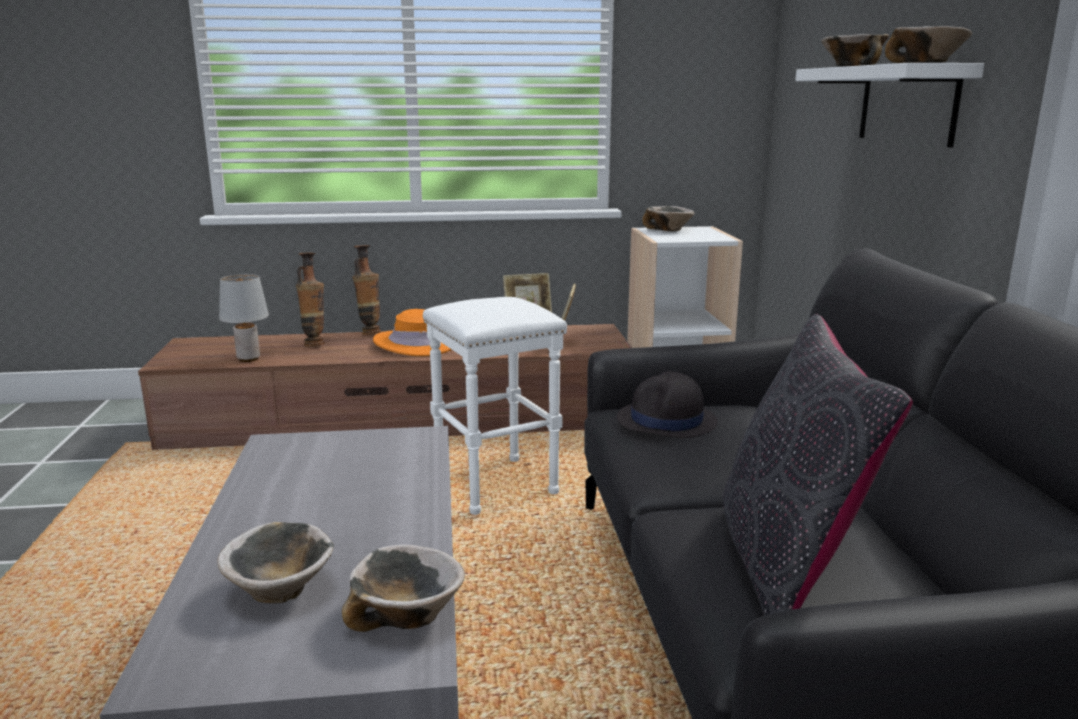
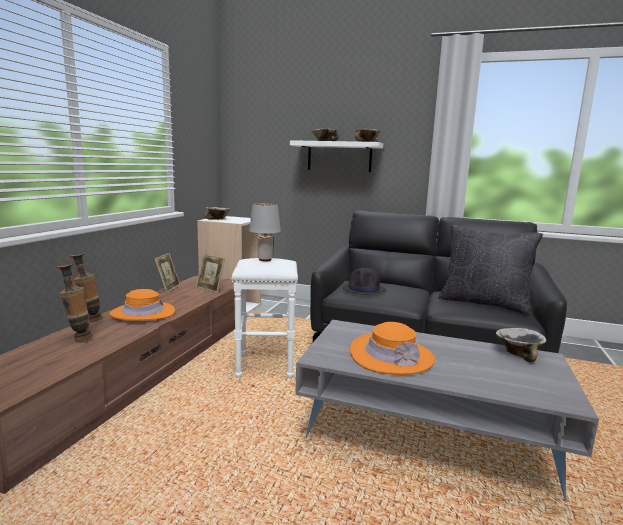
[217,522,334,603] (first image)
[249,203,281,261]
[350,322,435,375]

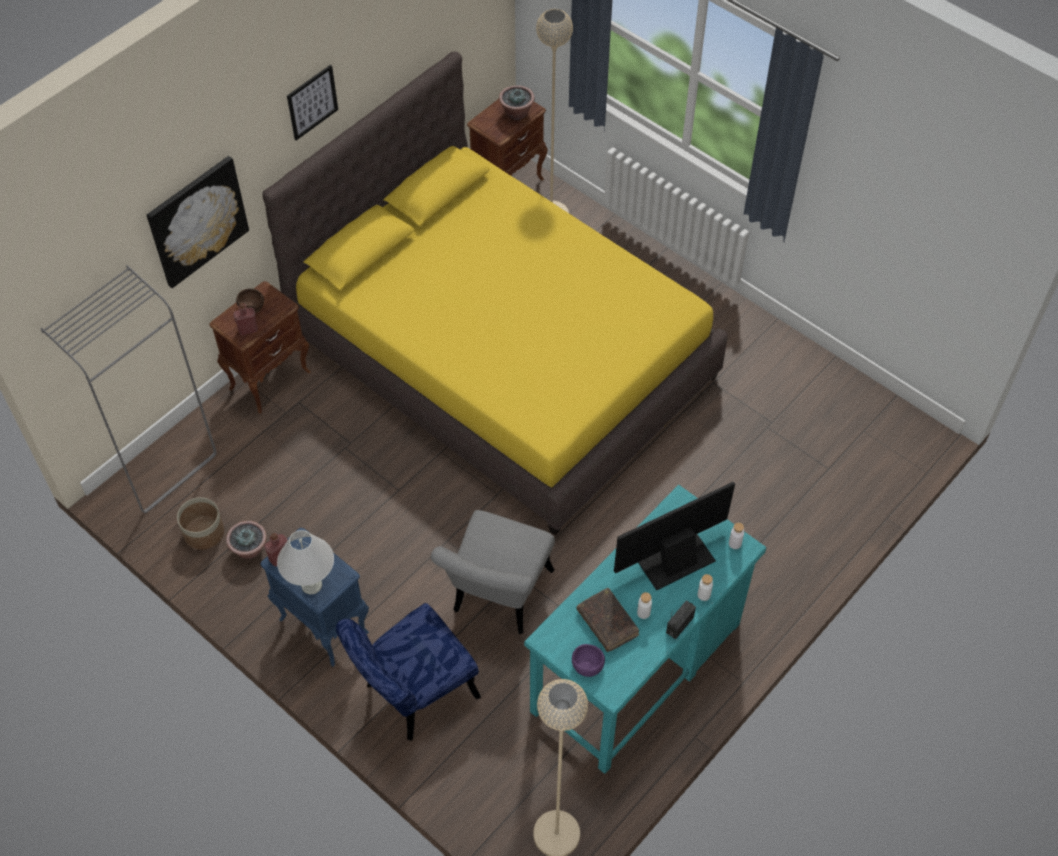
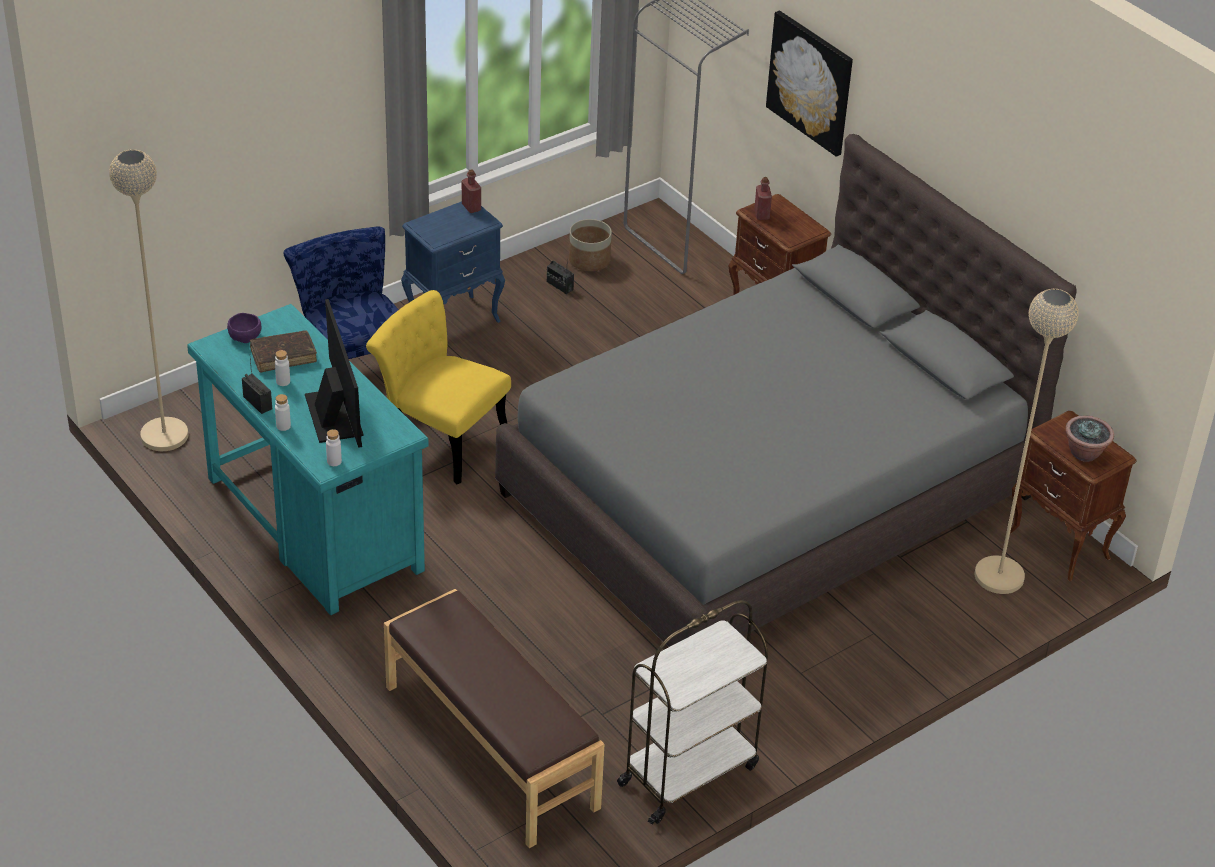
[547,261,574,294]
[236,289,264,313] (first image)
[495,134,1077,647]
[277,530,334,594] (first image)
[287,65,338,140] (first image)
[366,290,511,484]
[384,589,604,848]
[617,600,768,825]

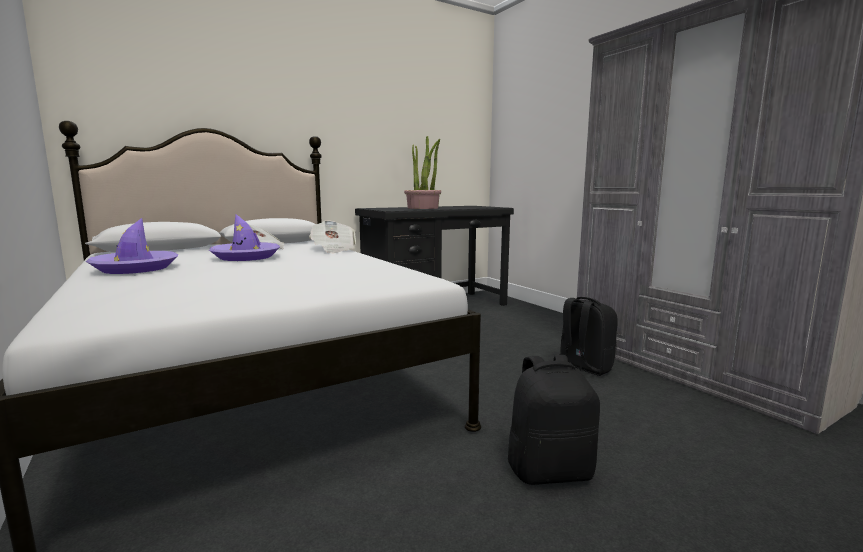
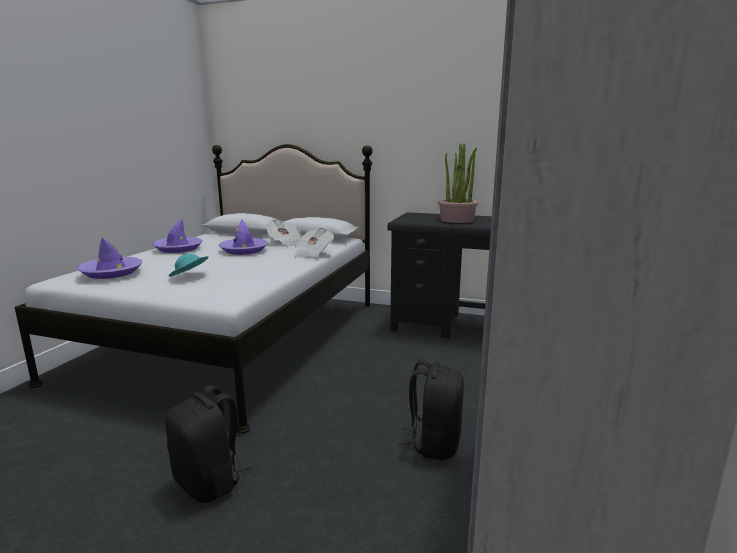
[76,237,143,279]
[169,254,209,277]

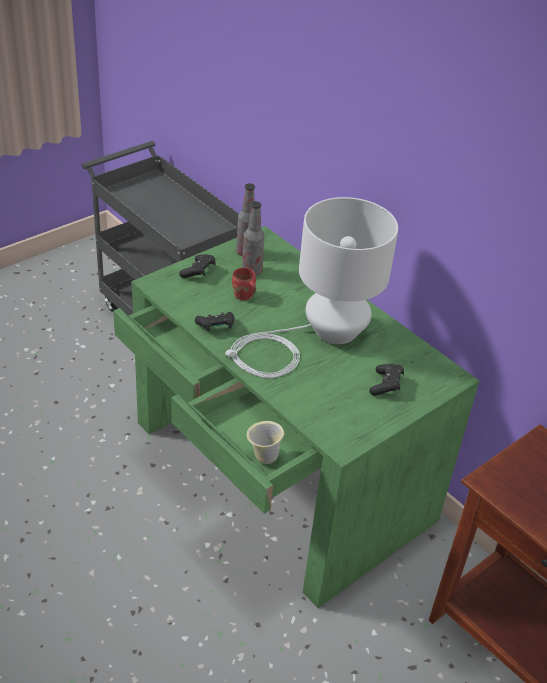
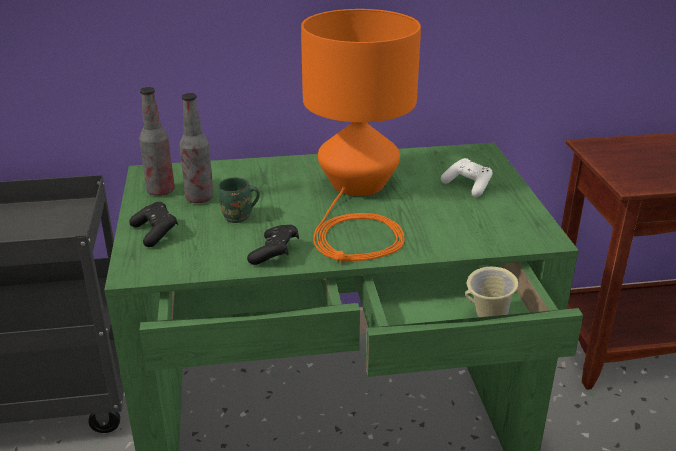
[301,9,421,264]
[218,177,260,223]
[441,158,493,197]

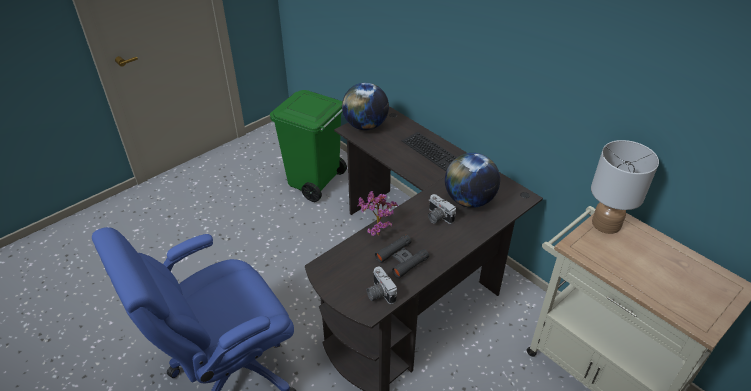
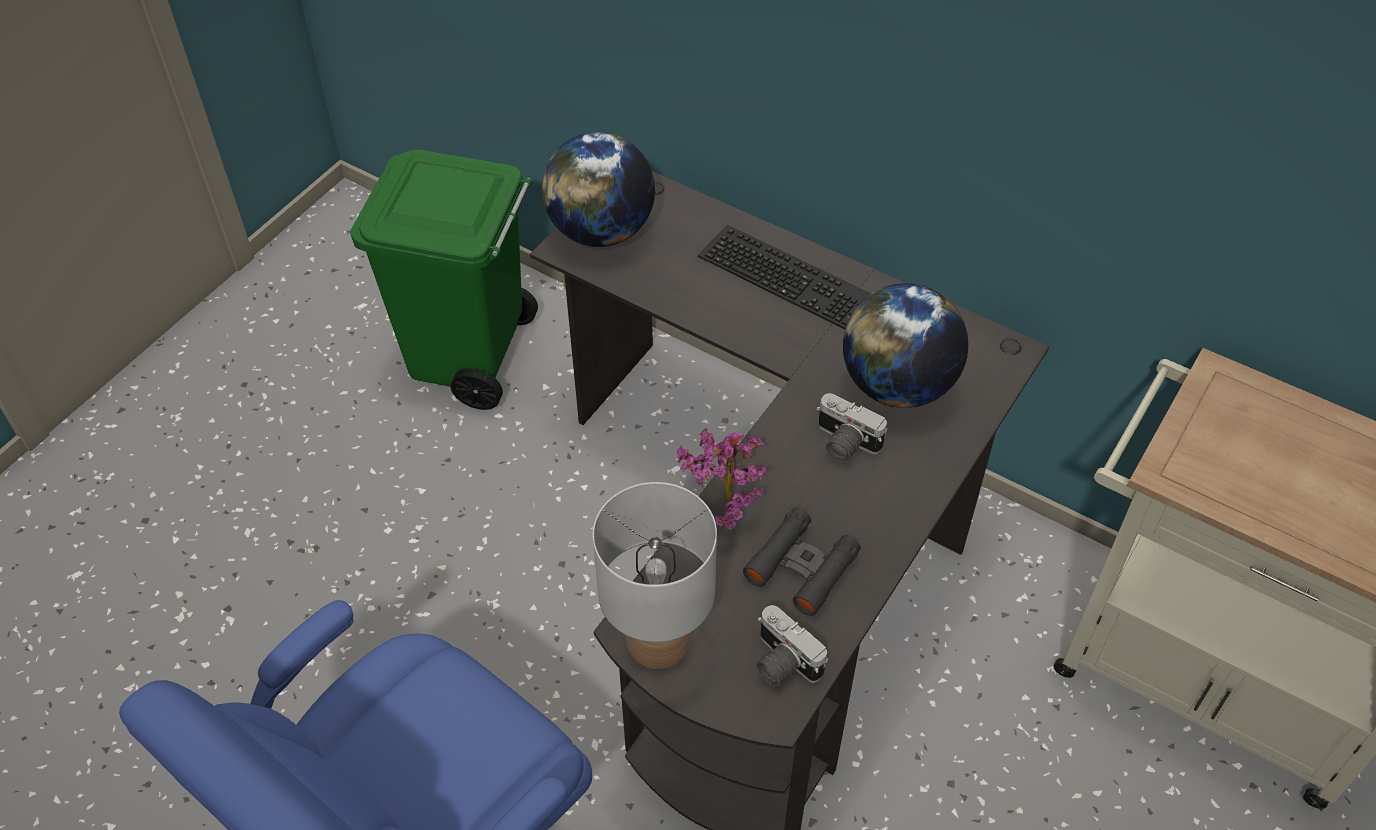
[593,482,717,669]

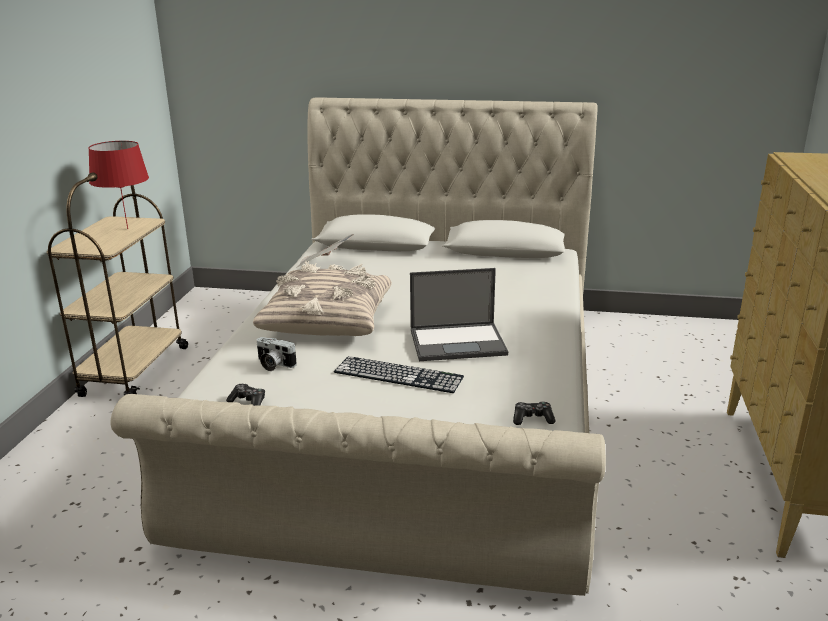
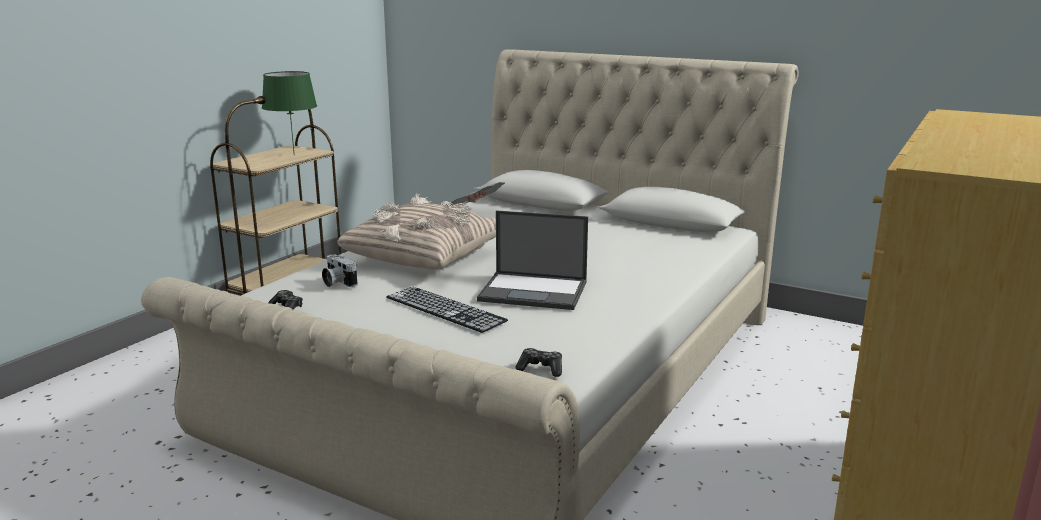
[262,71,317,155]

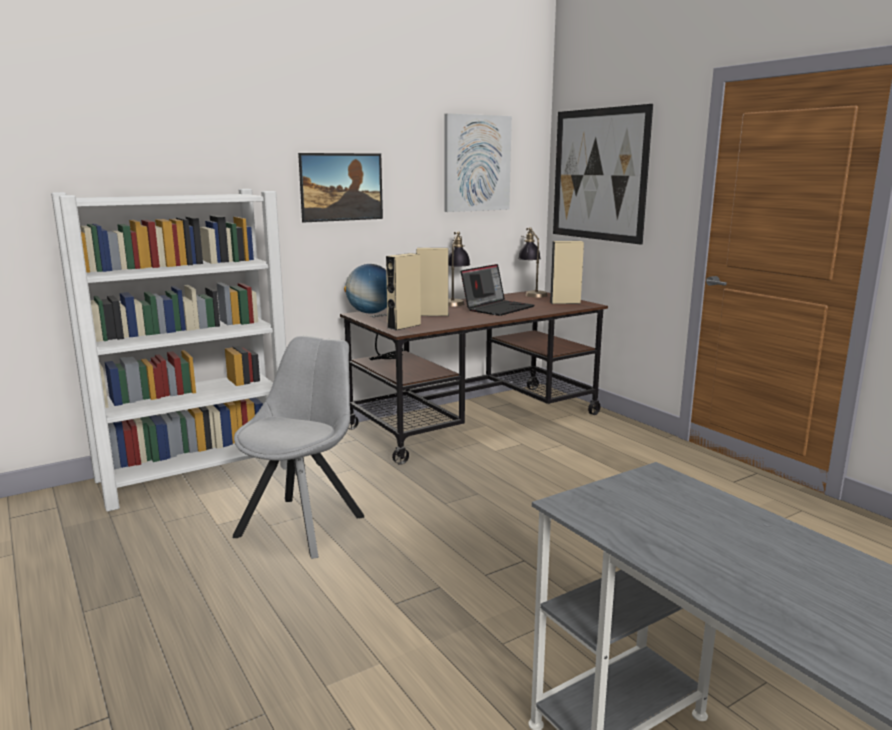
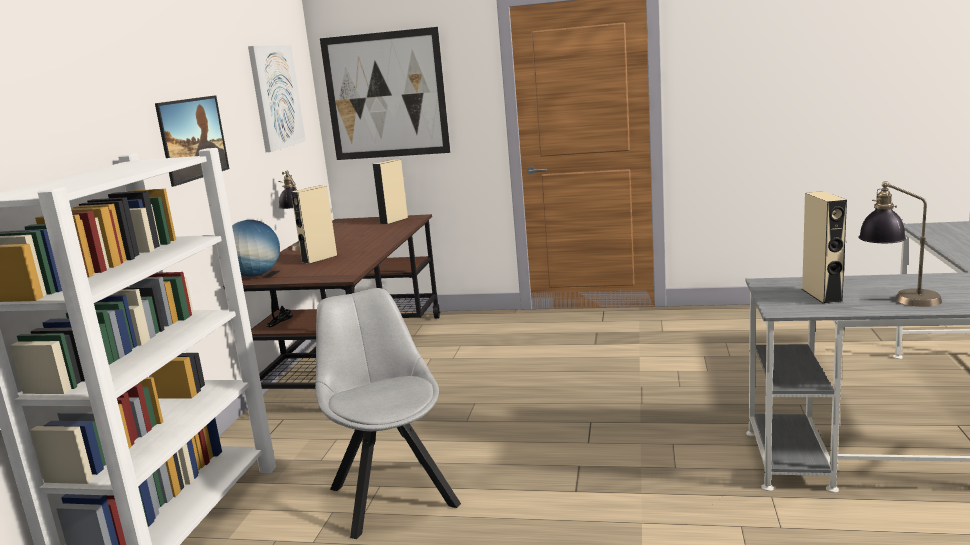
[802,191,847,304]
[461,264,535,316] (first image)
[859,181,942,307]

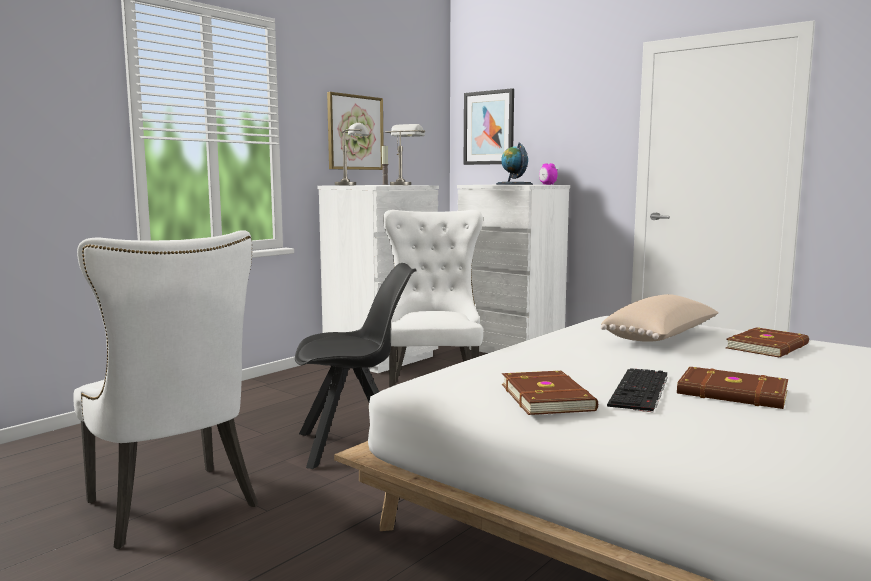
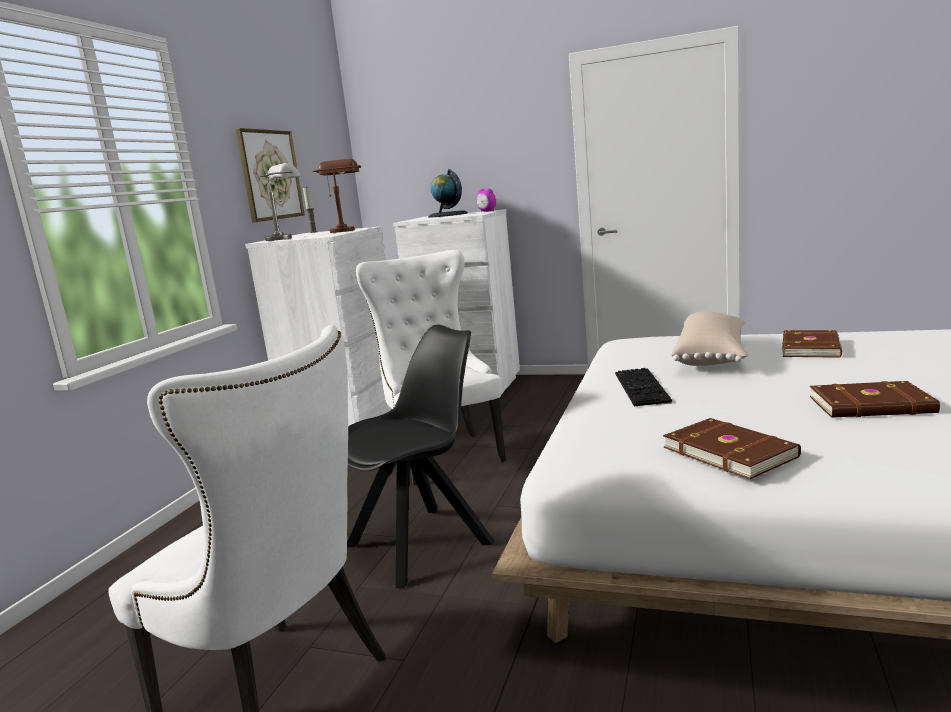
[312,159,361,233]
[464,88,514,165] (first image)
[615,368,672,407]

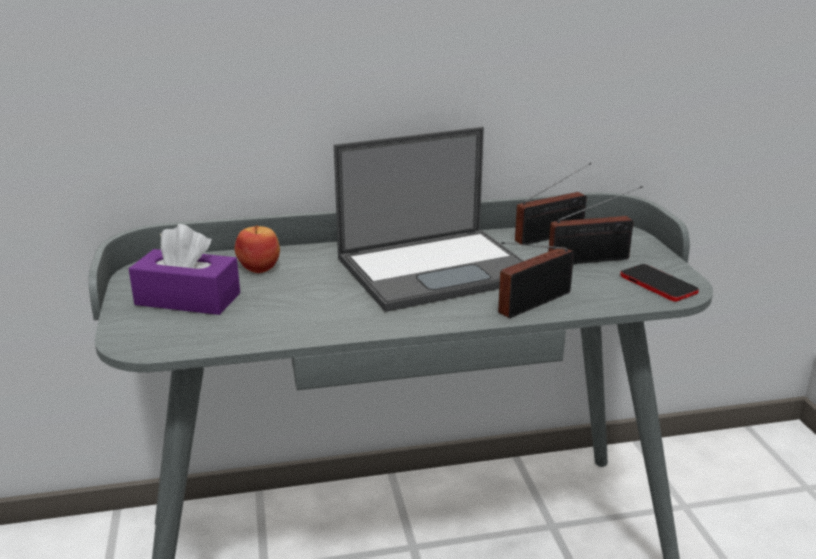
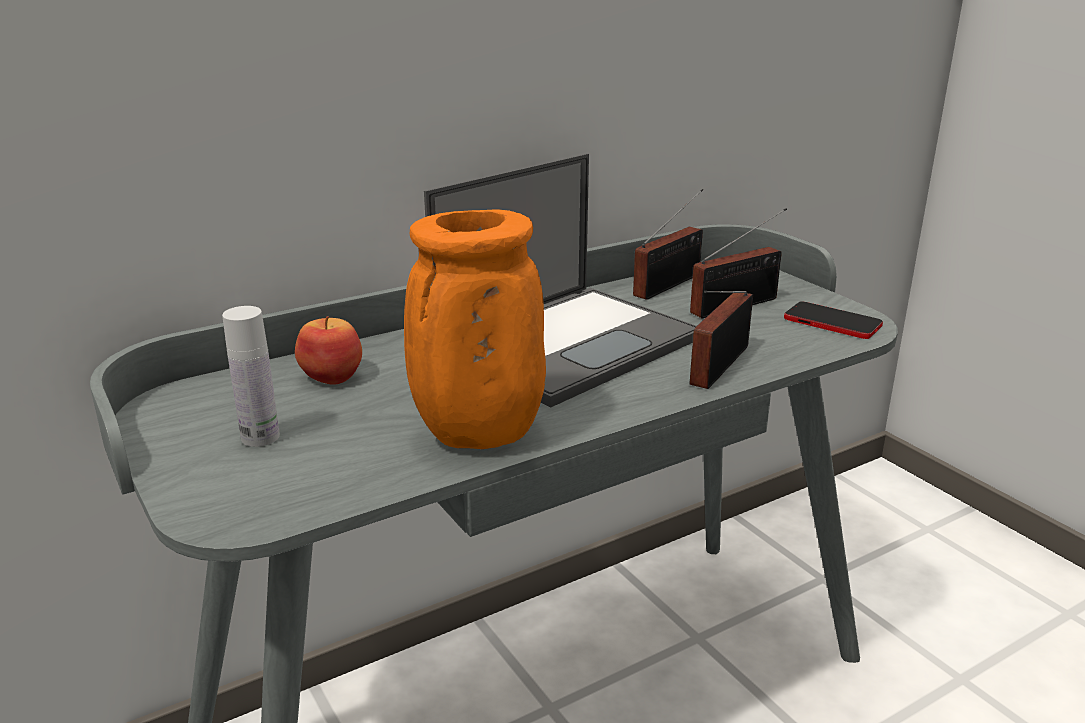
[222,306,280,447]
[404,209,546,449]

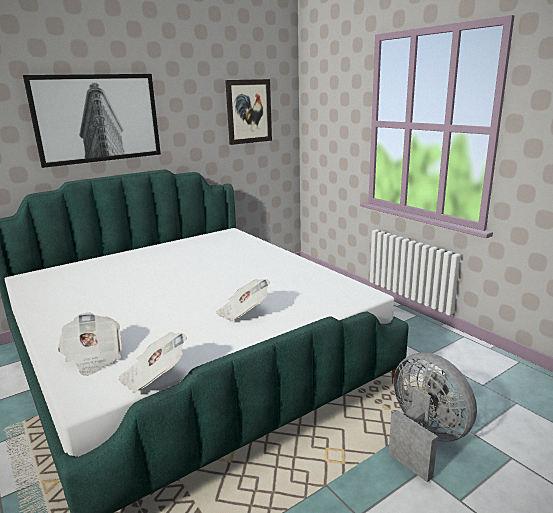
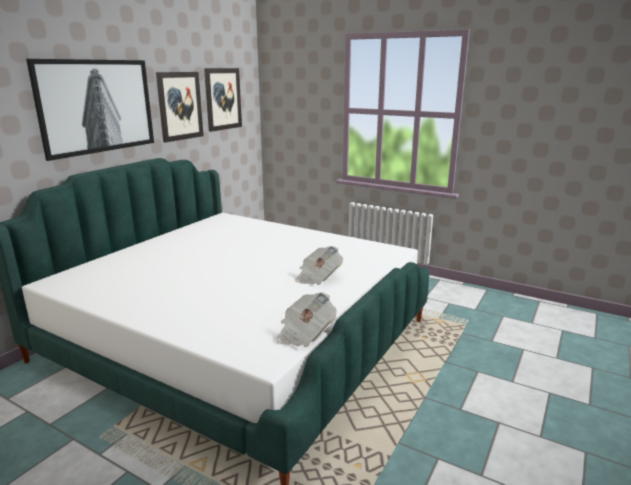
[58,313,122,376] (first image)
[388,352,477,482] (first image)
[156,72,204,142]

